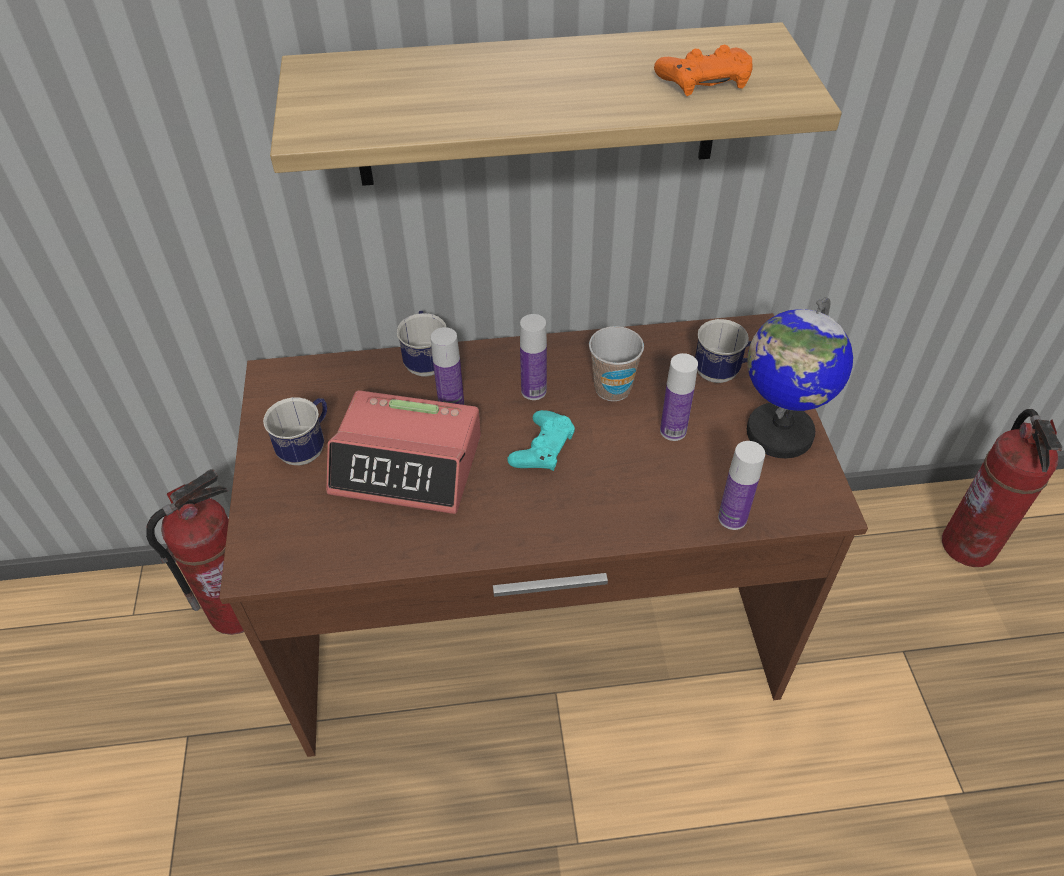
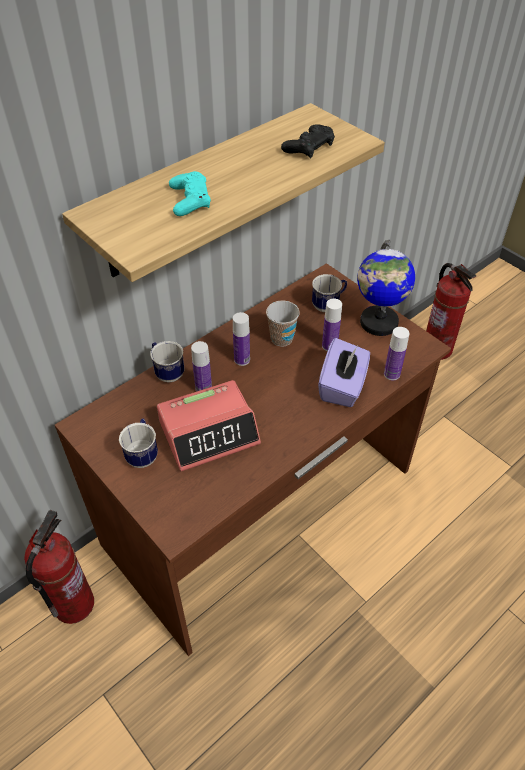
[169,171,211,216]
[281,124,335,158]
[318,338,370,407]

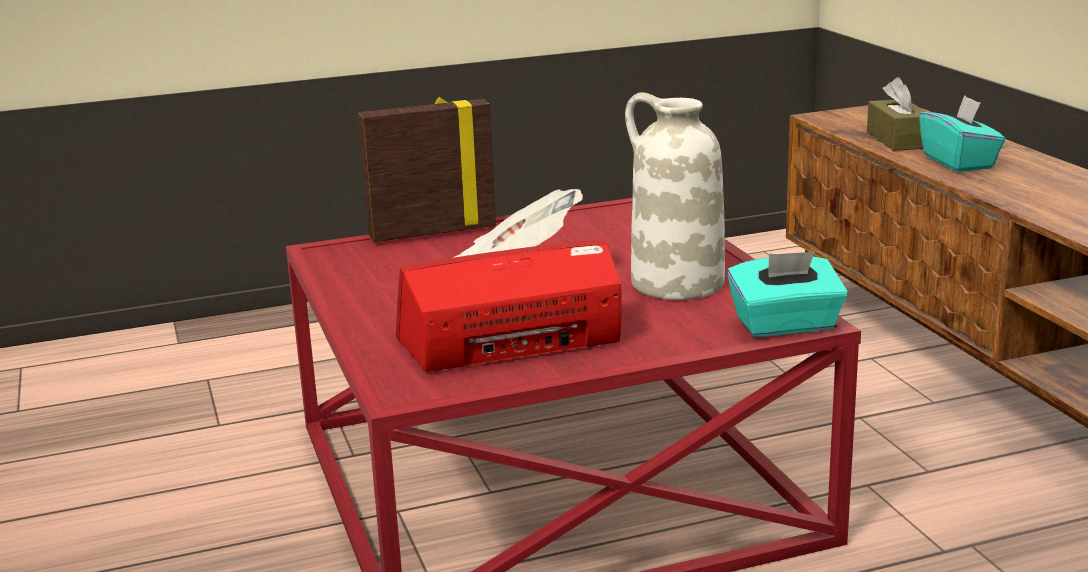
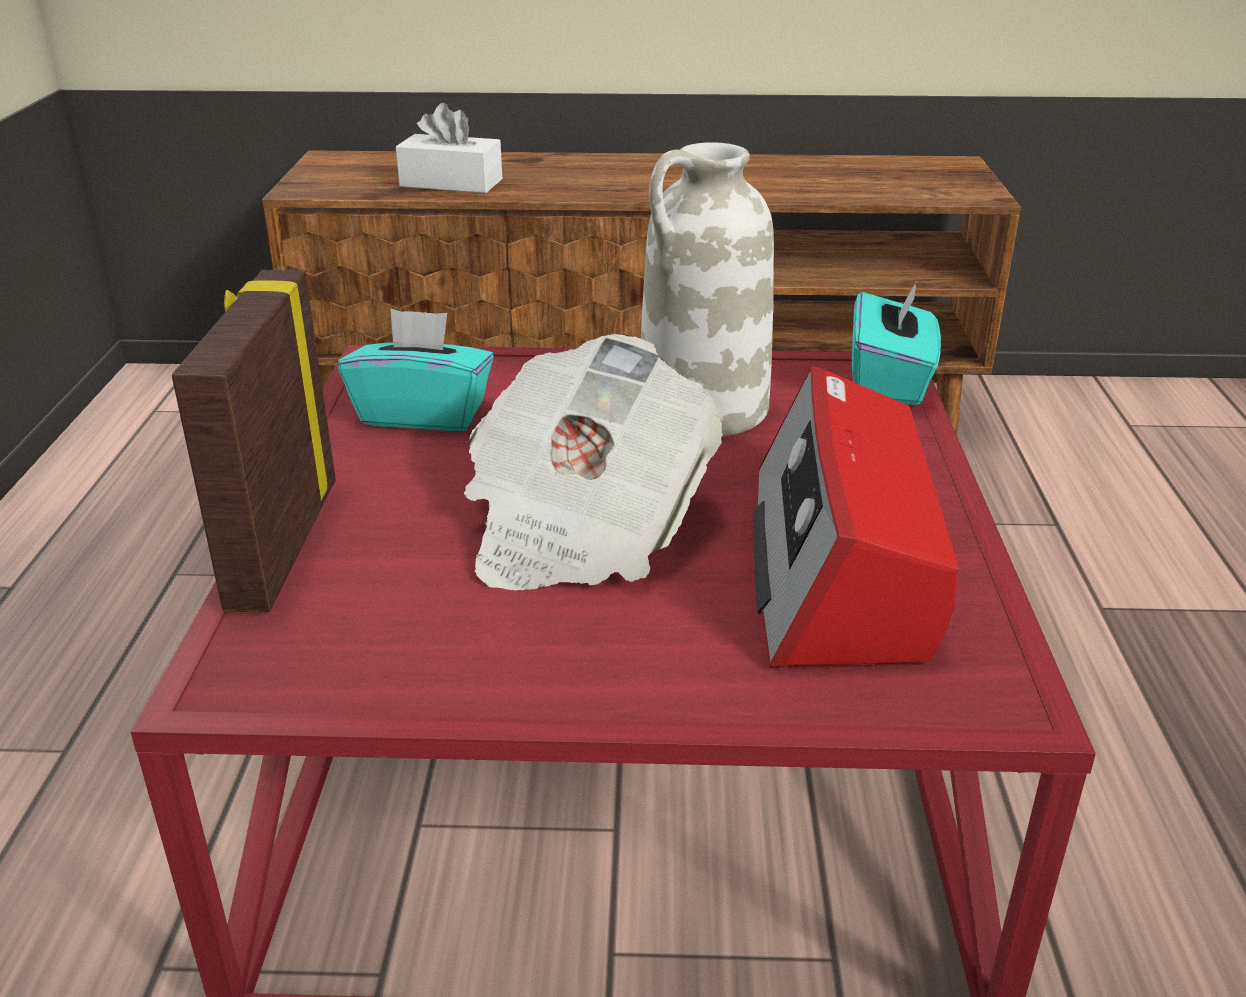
[396,103,502,193]
[338,309,494,431]

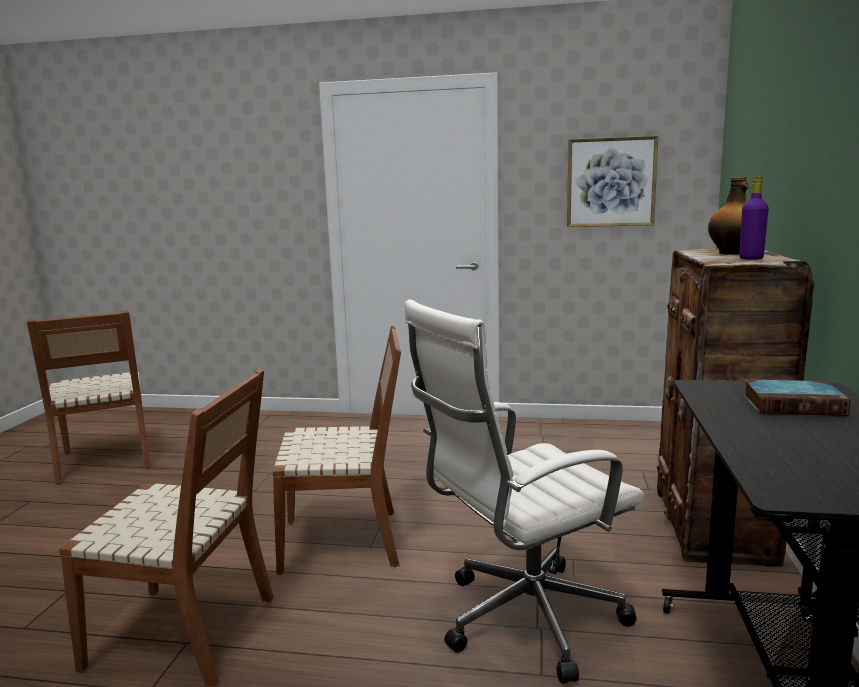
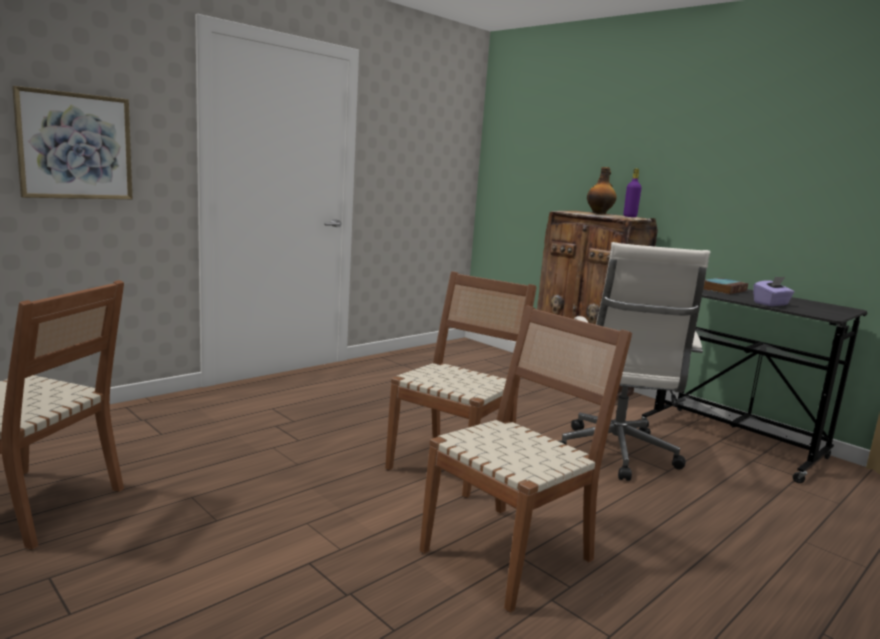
[12,86,132,199]
[754,277,795,306]

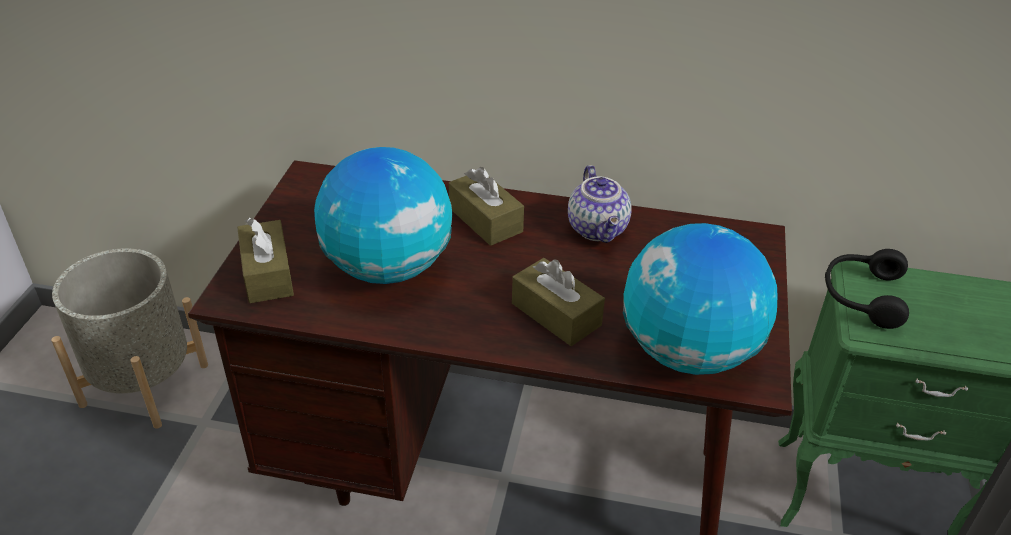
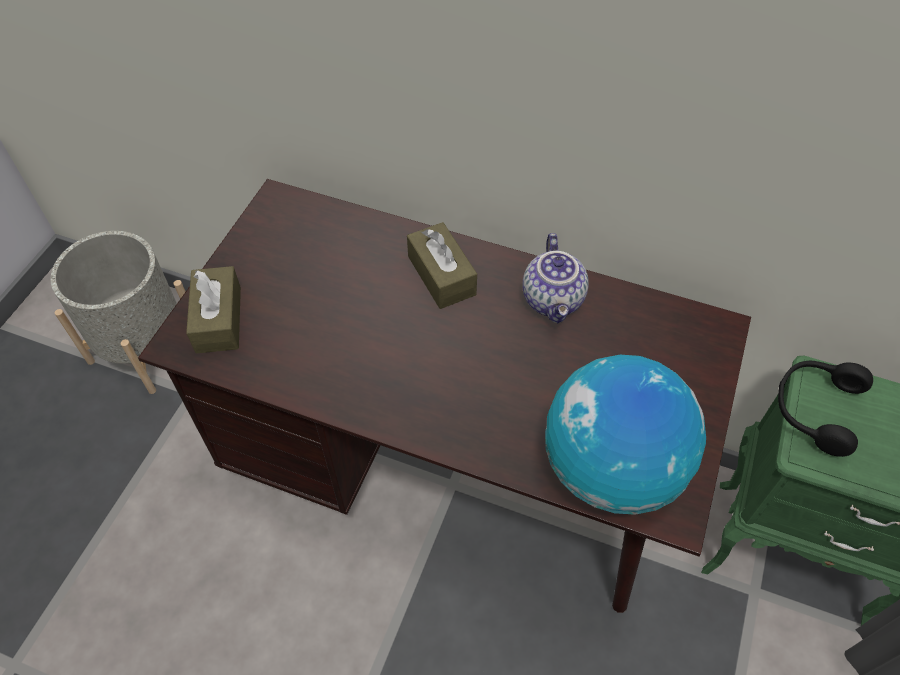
[314,147,452,284] (first image)
[512,258,605,346] (first image)

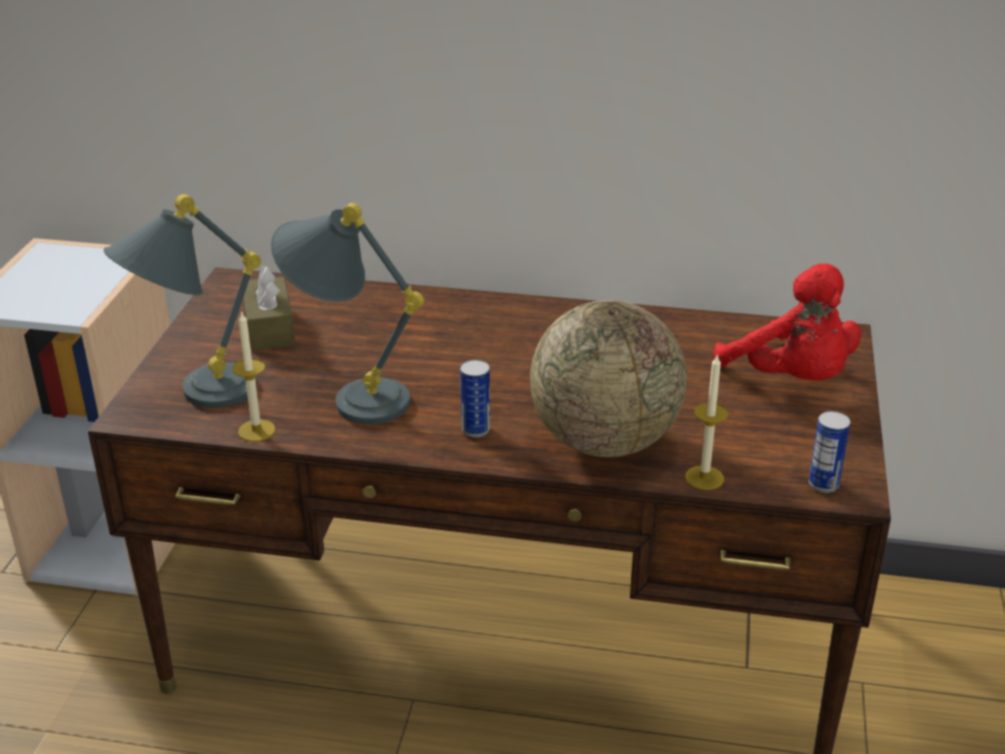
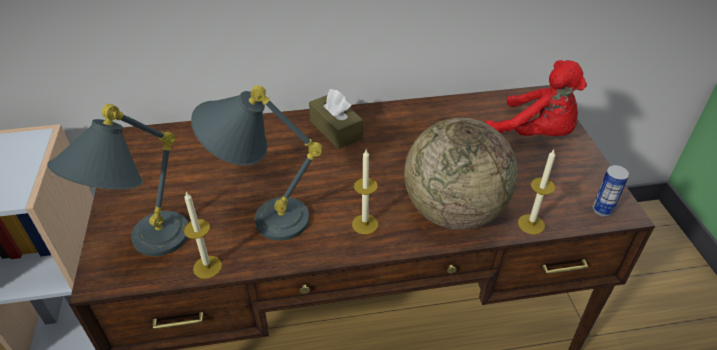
[309,89,363,149]
[352,150,378,234]

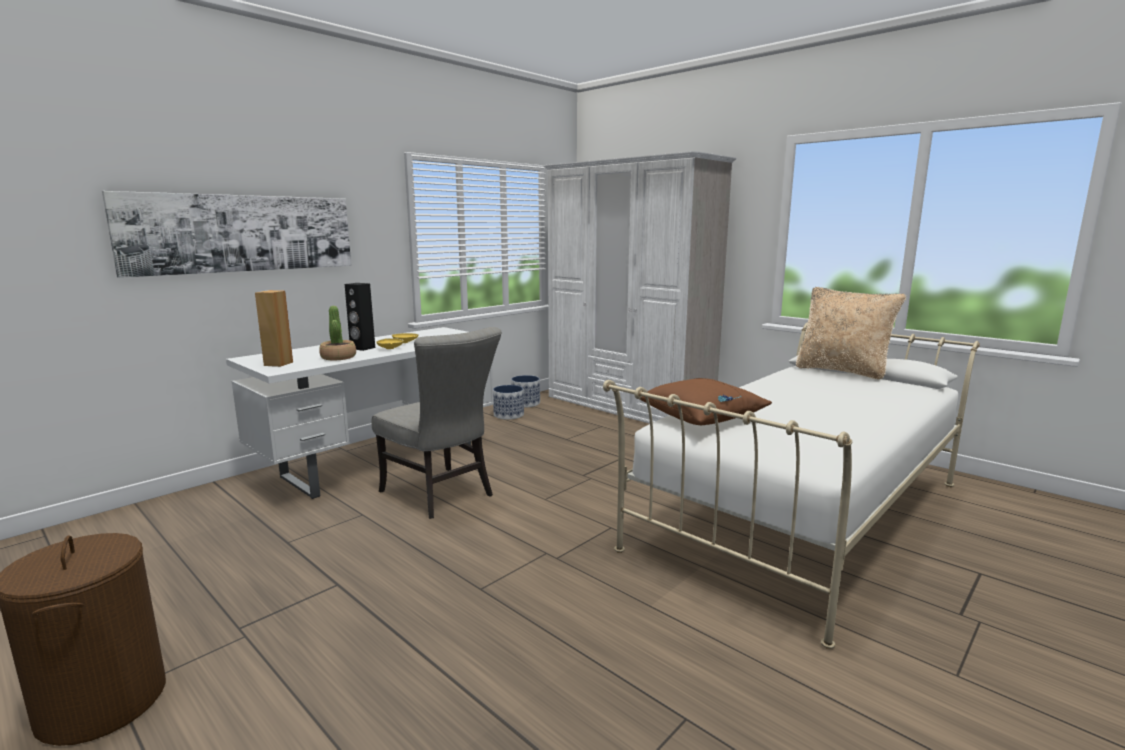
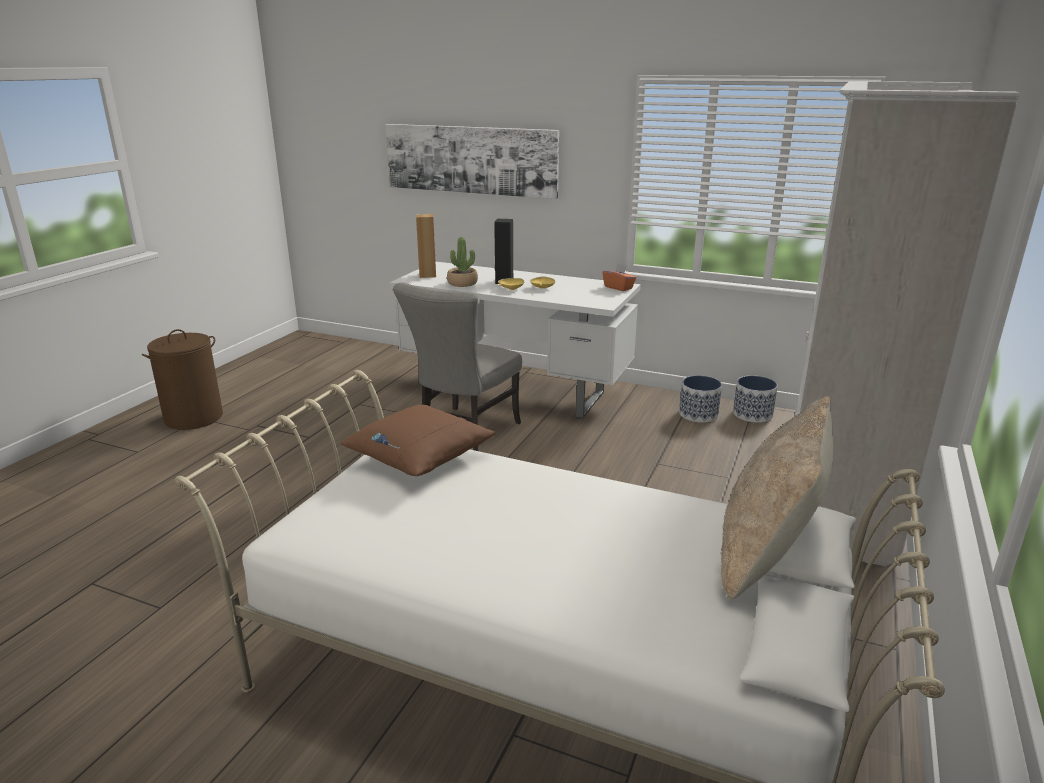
[602,263,636,291]

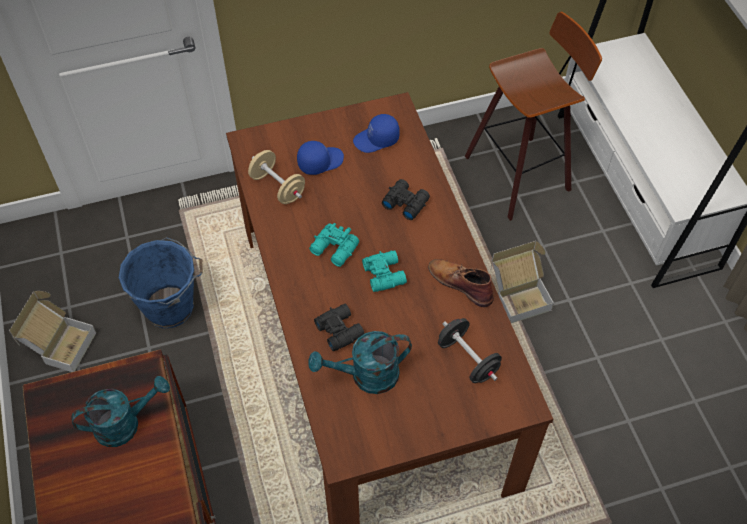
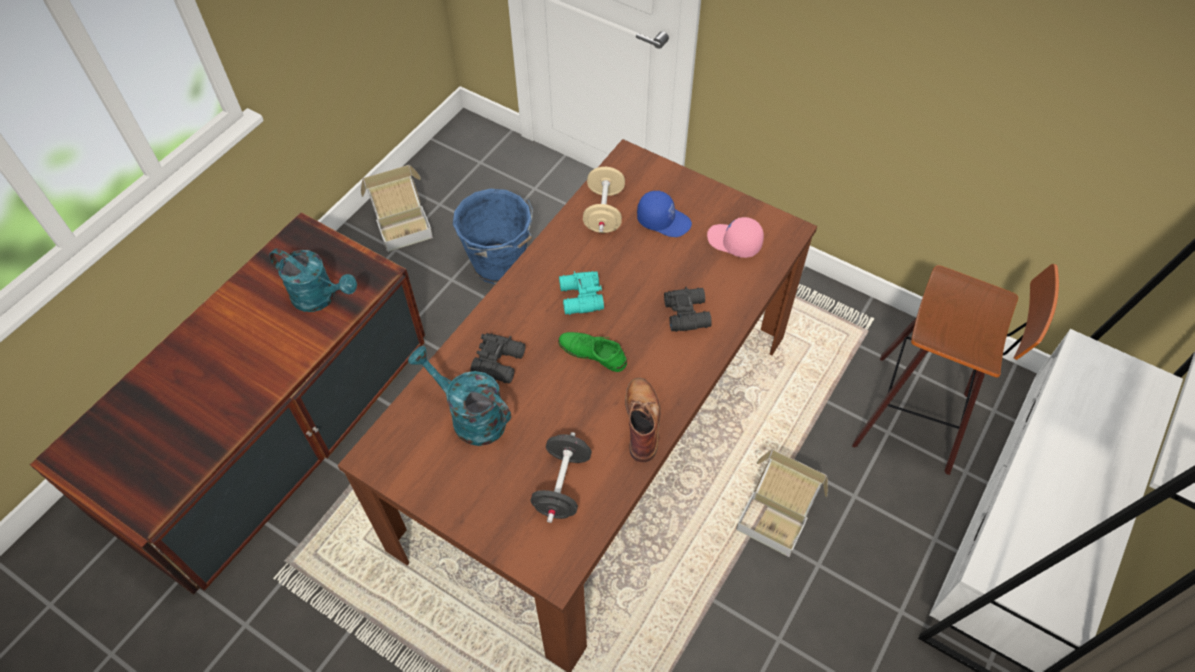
[707,217,764,258]
[558,332,627,372]

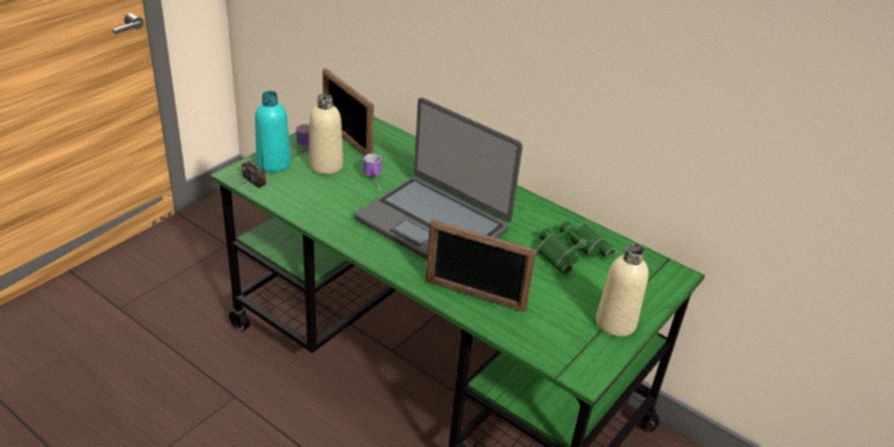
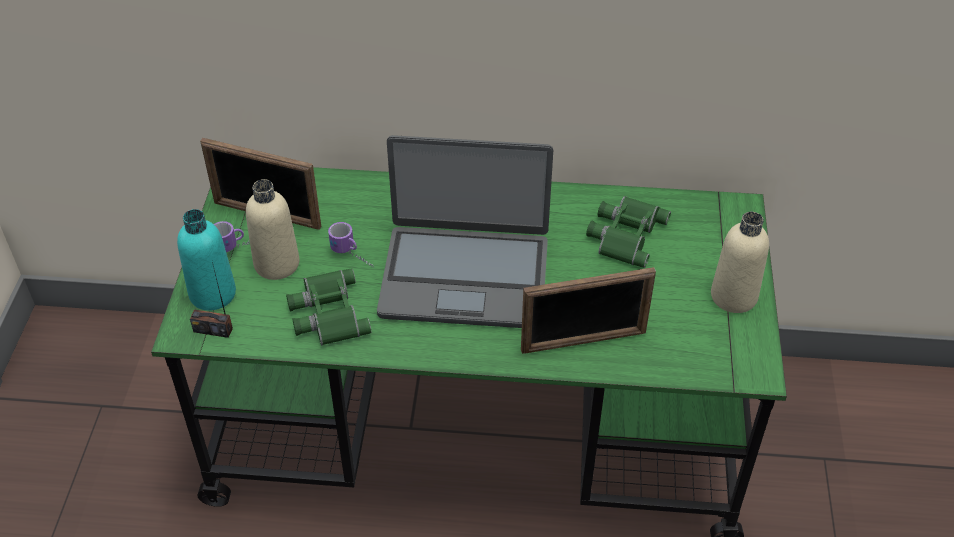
[286,268,371,345]

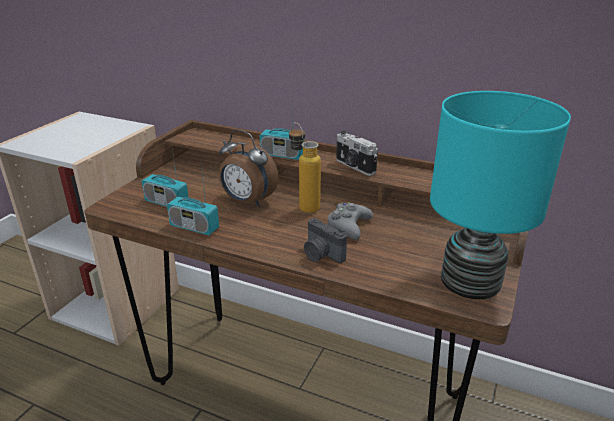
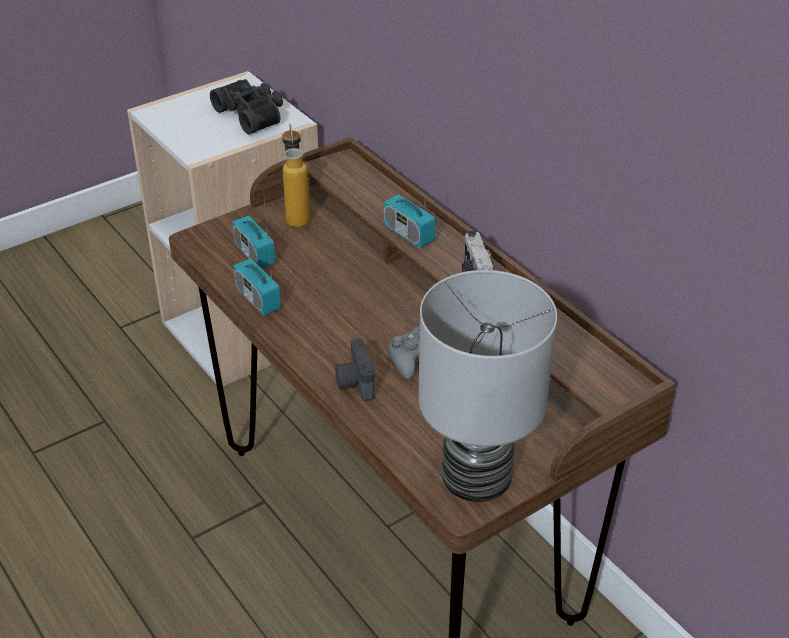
[219,130,279,207] (first image)
[282,124,310,227]
[418,270,557,502]
[210,79,283,134]

